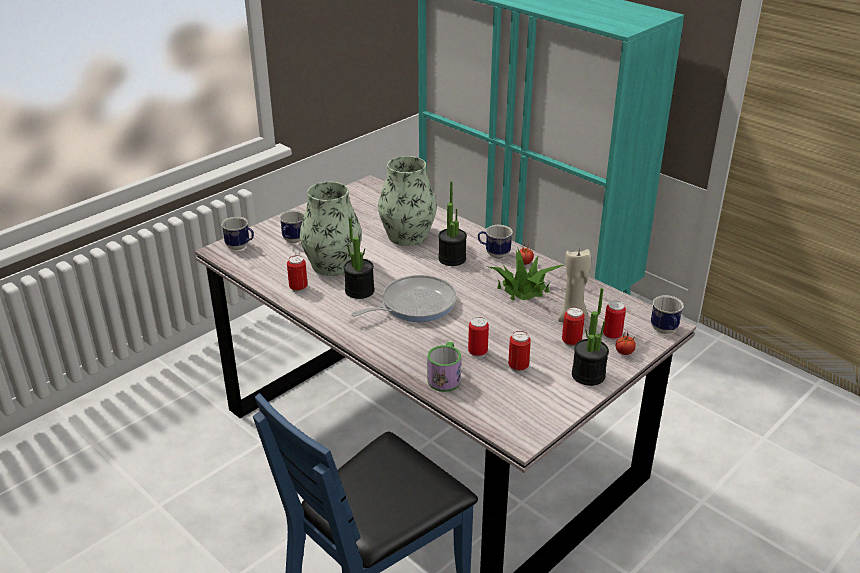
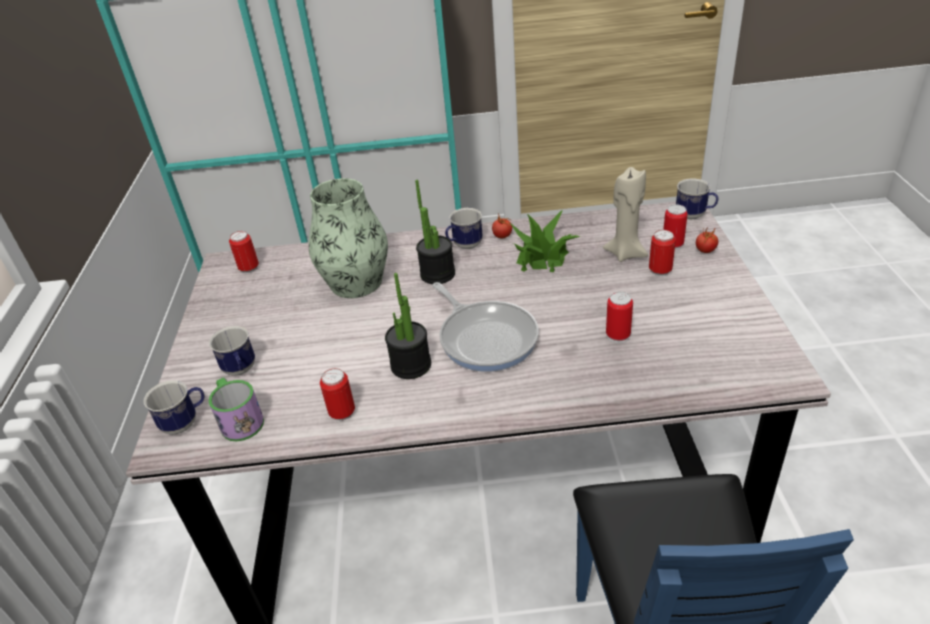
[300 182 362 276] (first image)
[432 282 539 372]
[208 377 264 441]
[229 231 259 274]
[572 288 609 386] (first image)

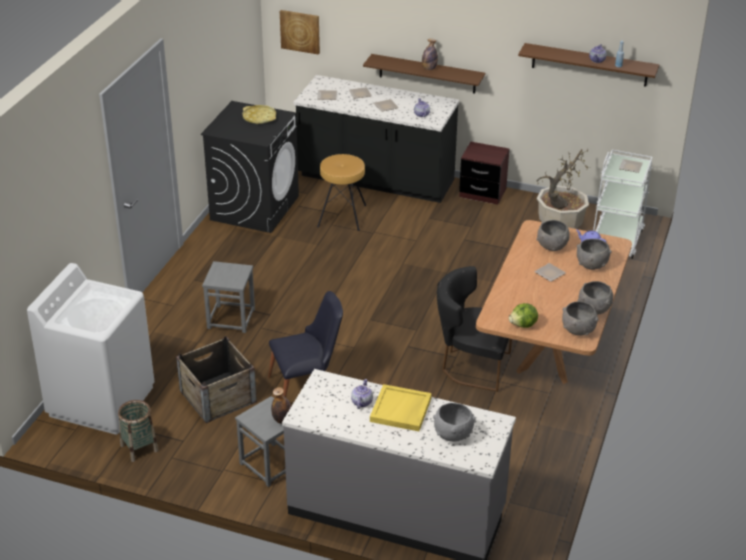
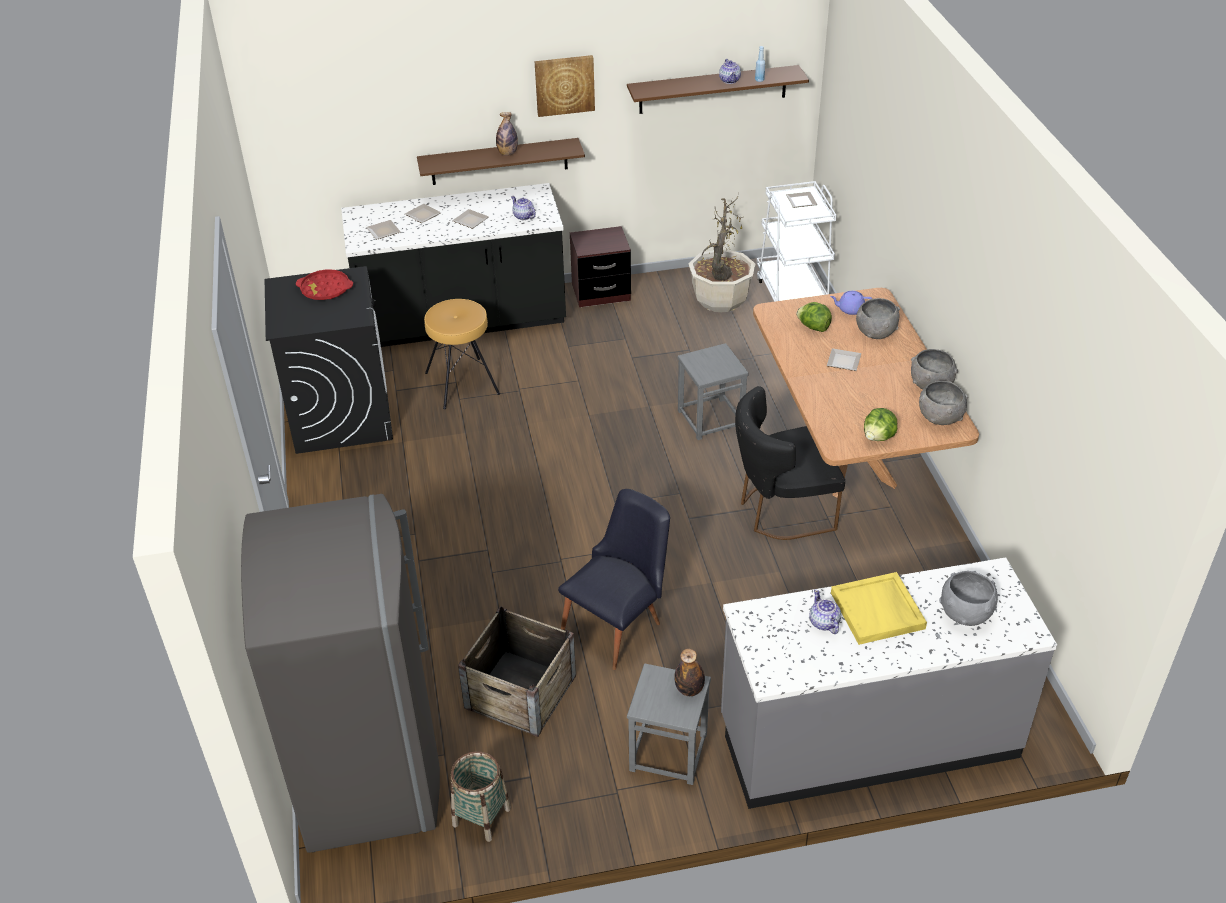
[241 494 440 853]
[678 343 749 440]
[296 269 353 300]
[534 55 595 117]
[796 302 832 332]

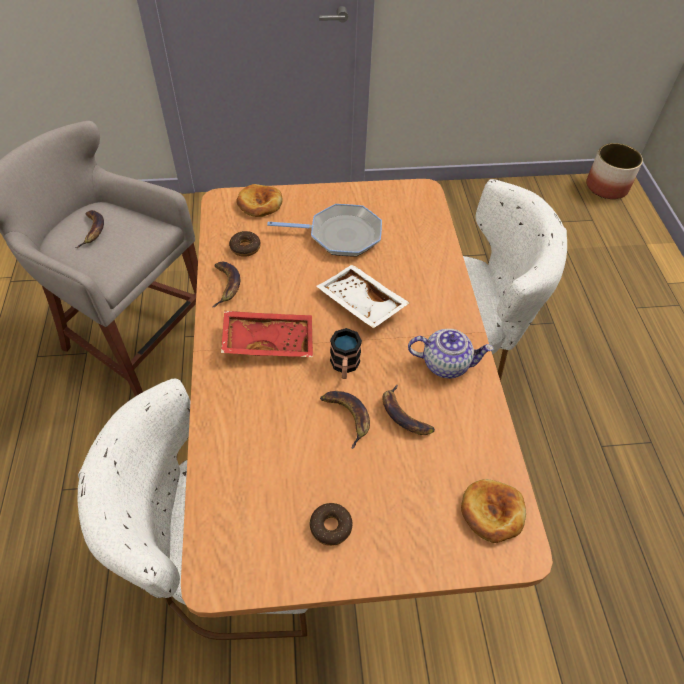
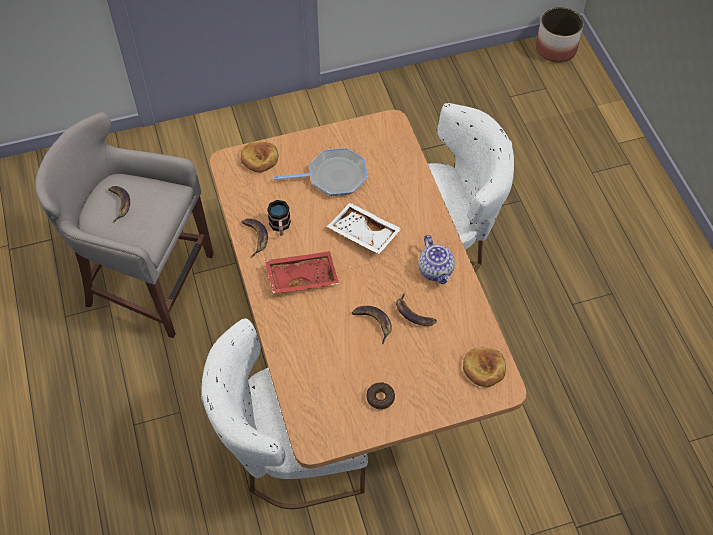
[229 231 261 257] (first image)
[267 200 291 236]
[418 235 455 284]

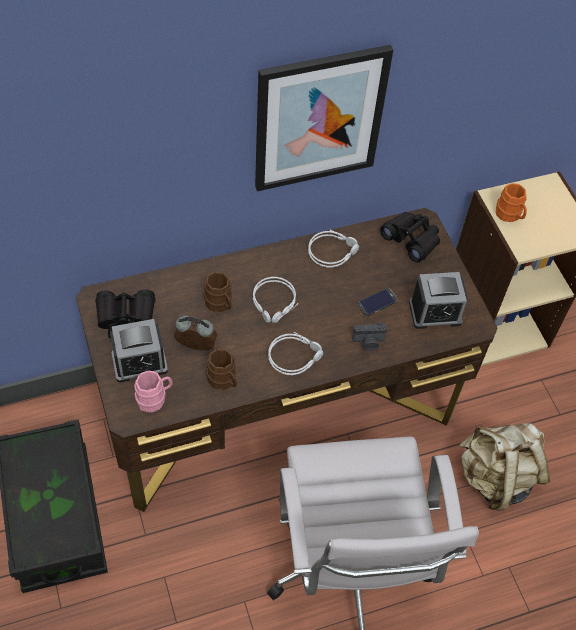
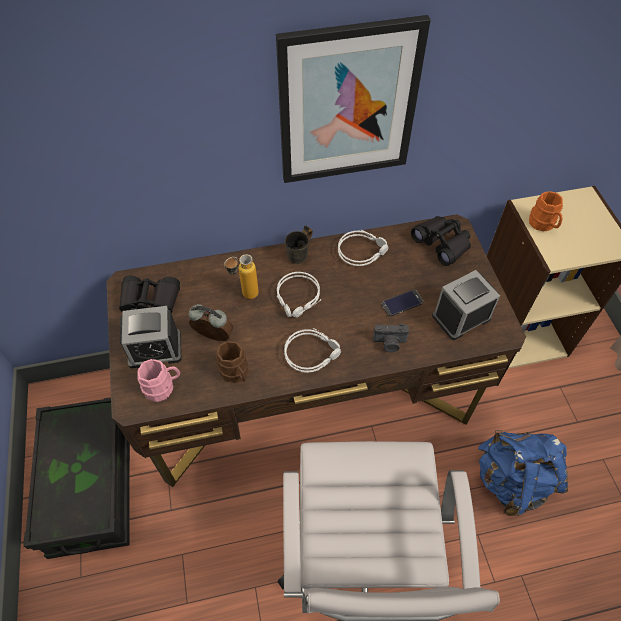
[224 254 259 299]
[432 270 500 340]
[478 430 568 516]
[285 225 313 264]

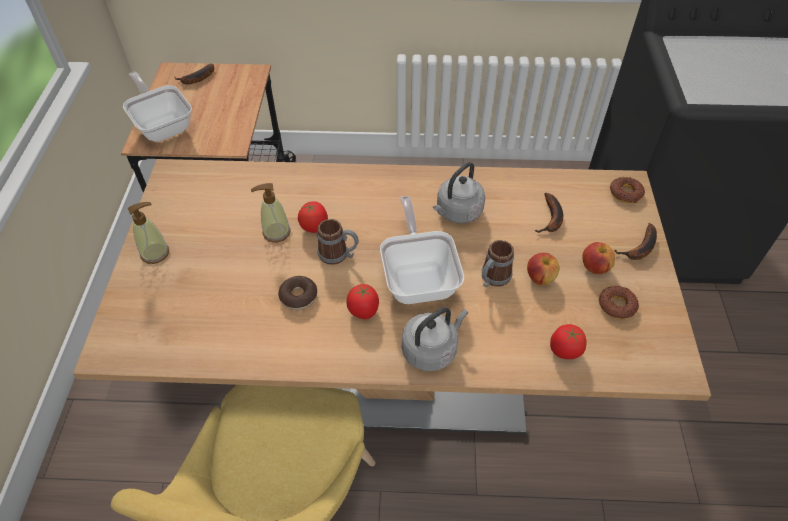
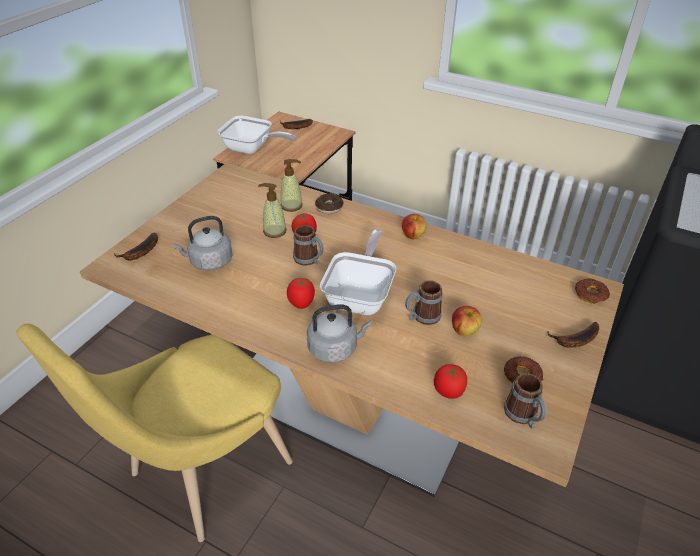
[217 116 296 154]
[281 159 303 212]
[315 193 344 214]
[172 216 232 271]
[114 233 158 260]
[402 214 427 239]
[504 373 547 428]

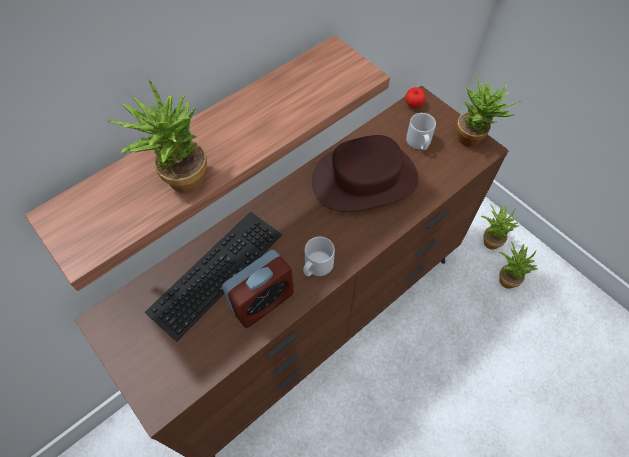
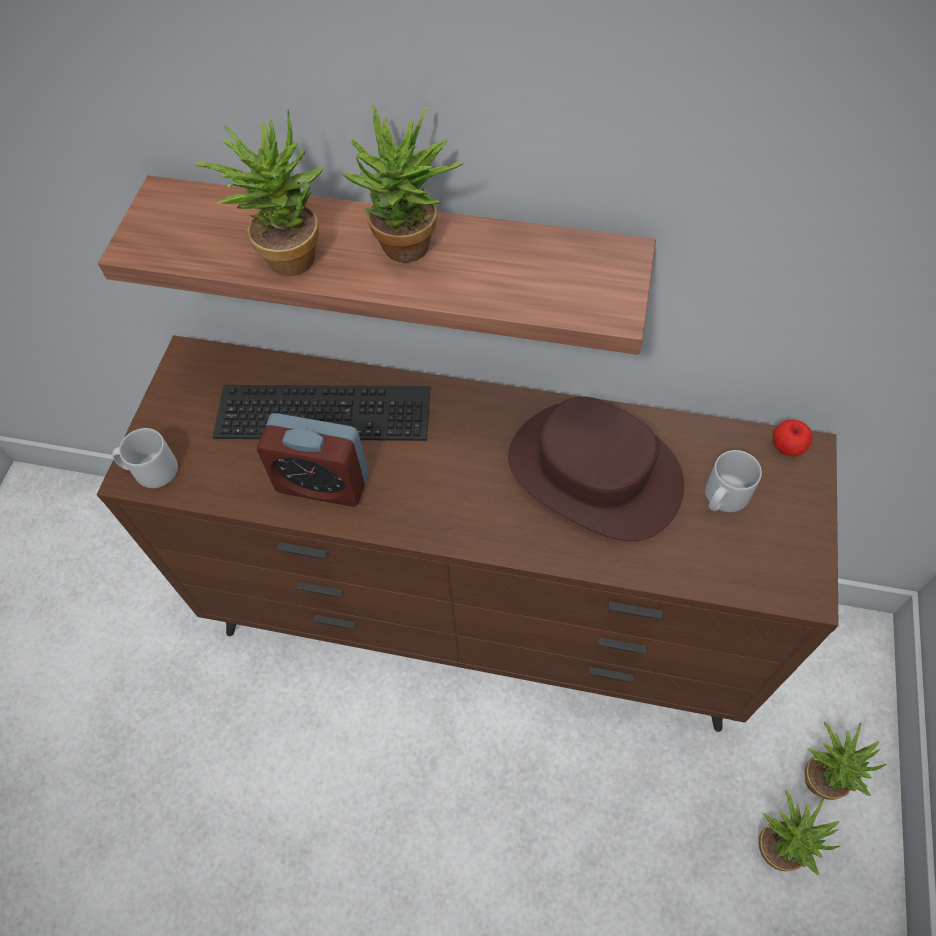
[112 428 178 488]
[341 105 464 263]

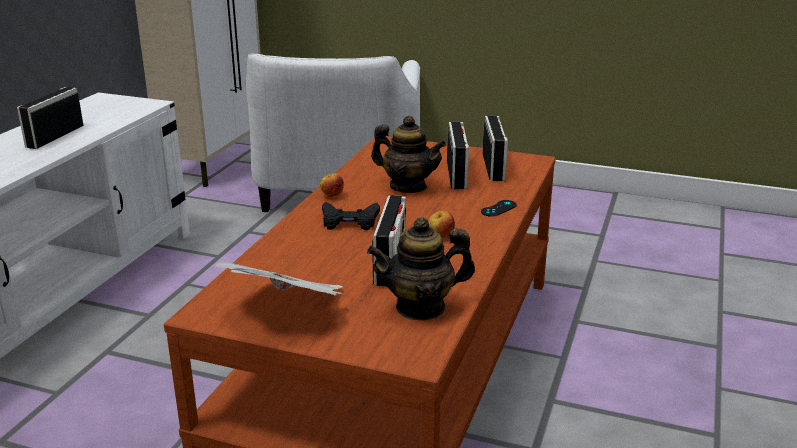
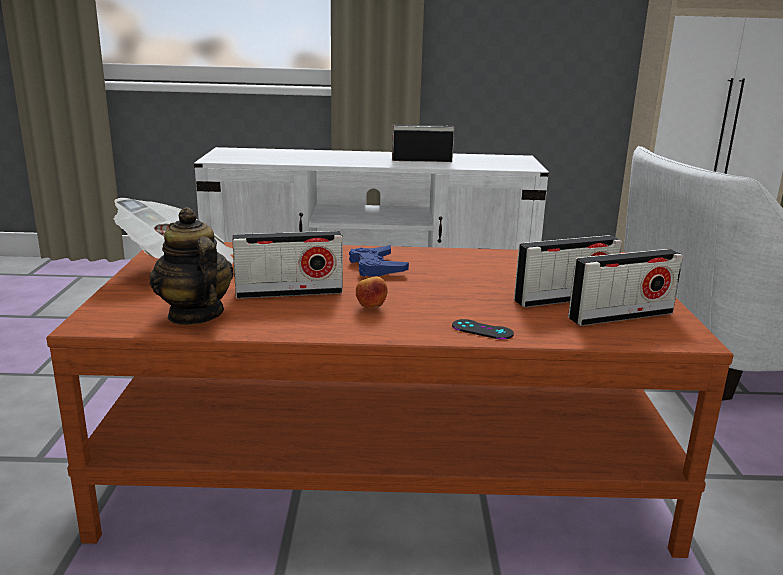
[320 173 344 197] (first image)
[349 245 409 277]
[371 116 446 193] (first image)

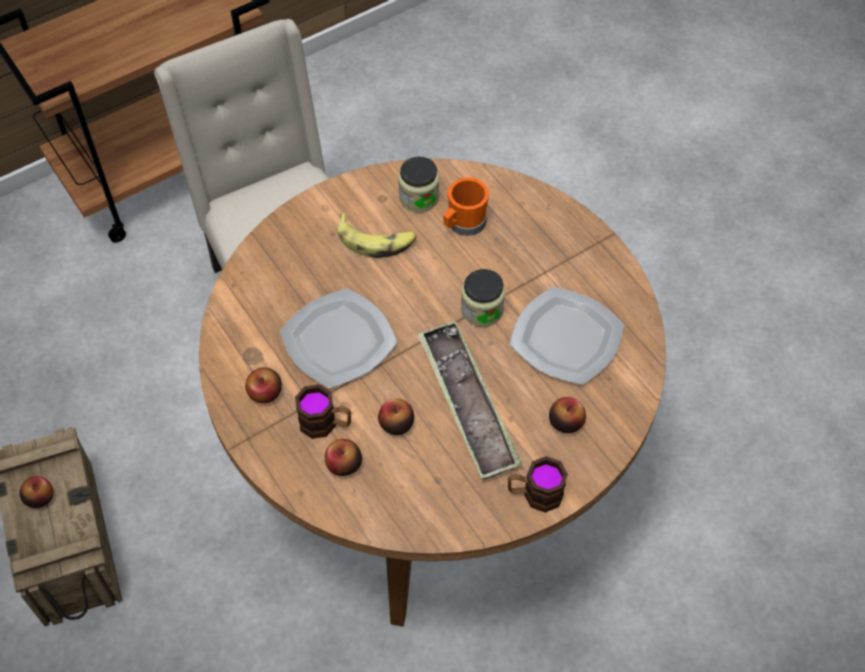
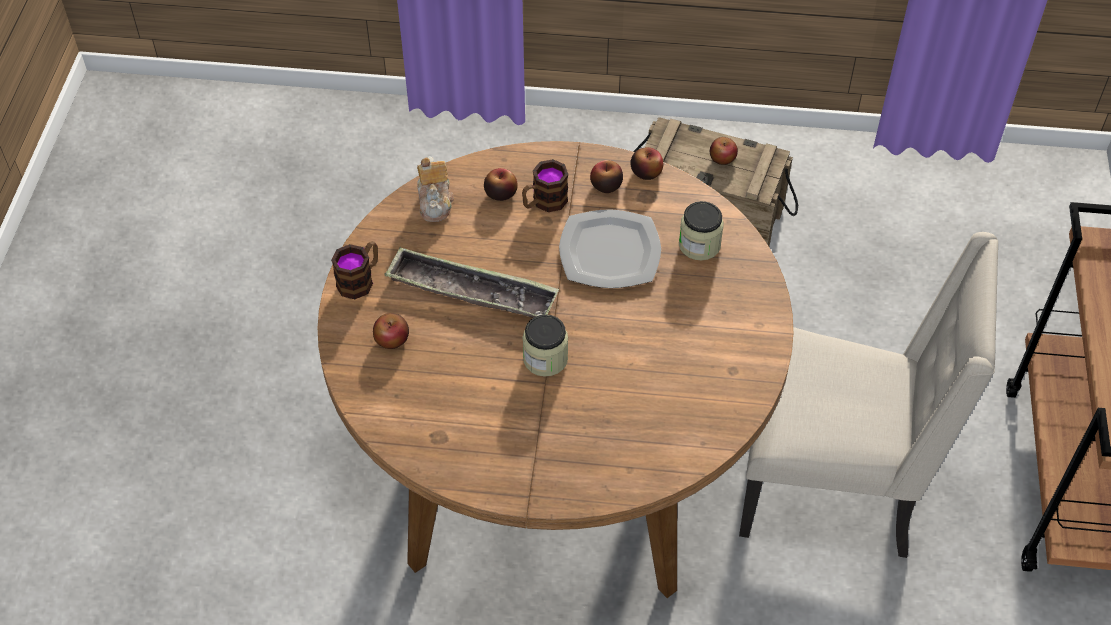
[337 212 417 258] (first image)
[630 147 663 180]
[679 201 724 261]
[443 177 489 236] (first image)
[509 286 625 385] (first image)
[417 156 454 222]

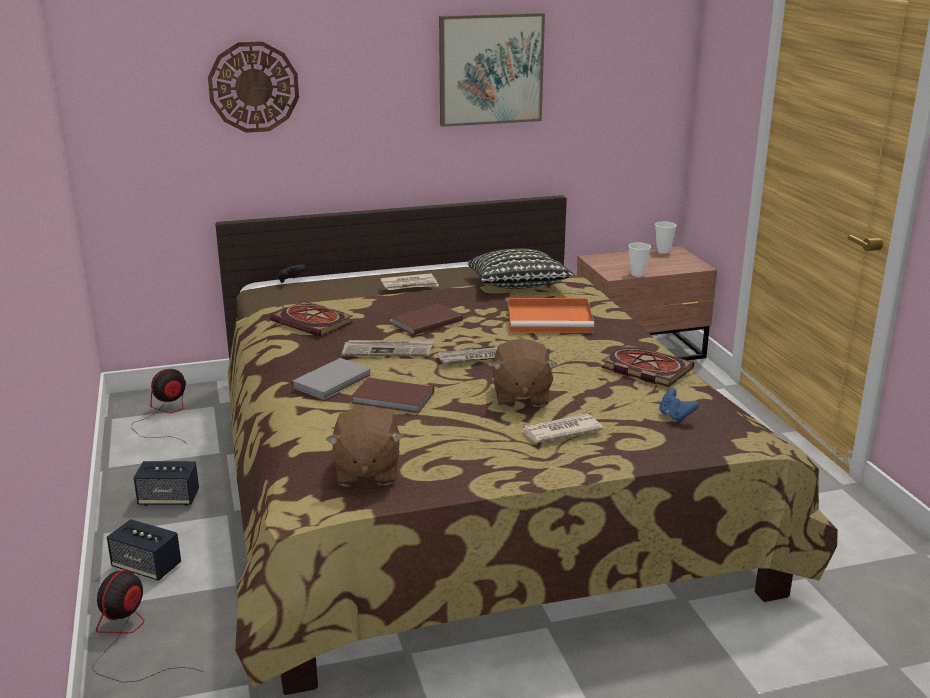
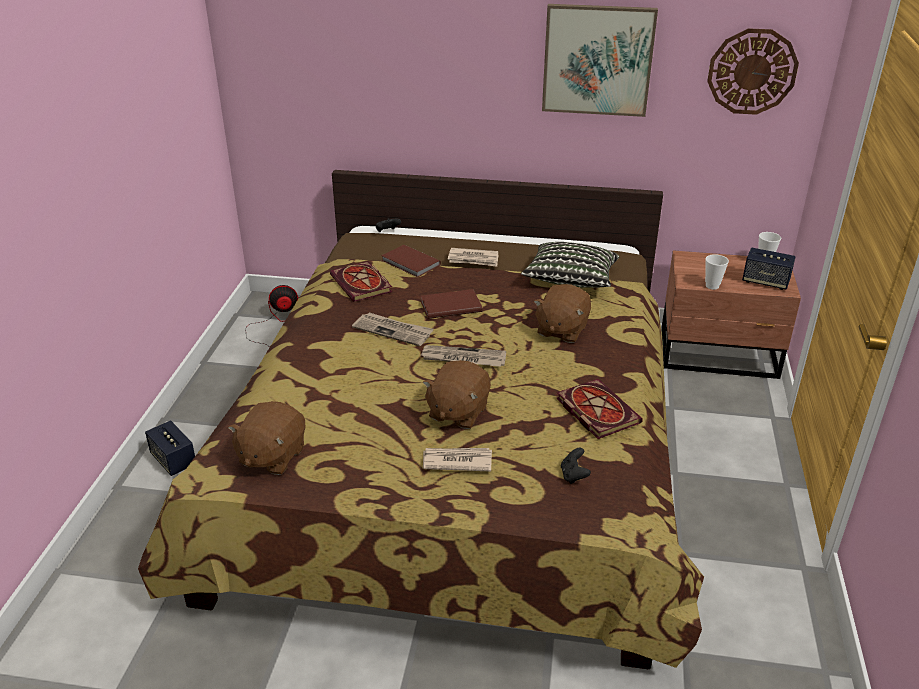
[92 570 203 683] (first image)
[742 248 796 290]
[707 28 799 115]
[291 358 372 400] (first image)
[381 245 441 277]
[534 284 591 343]
[561 448 591 484]

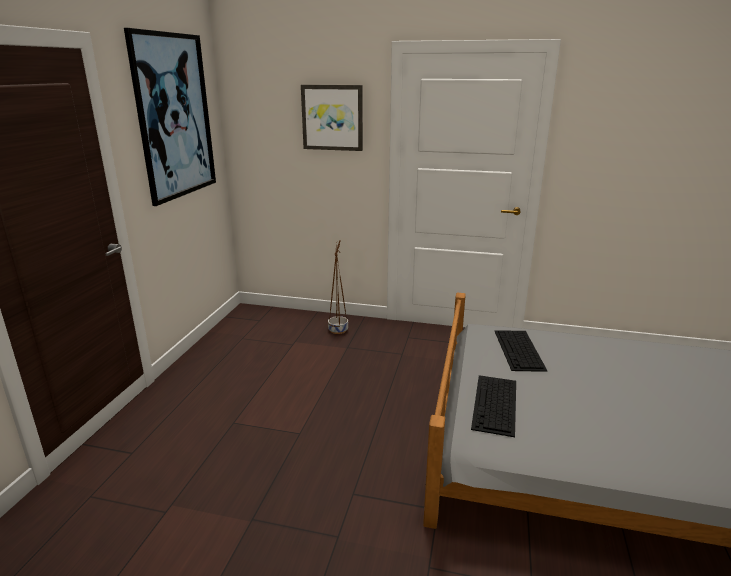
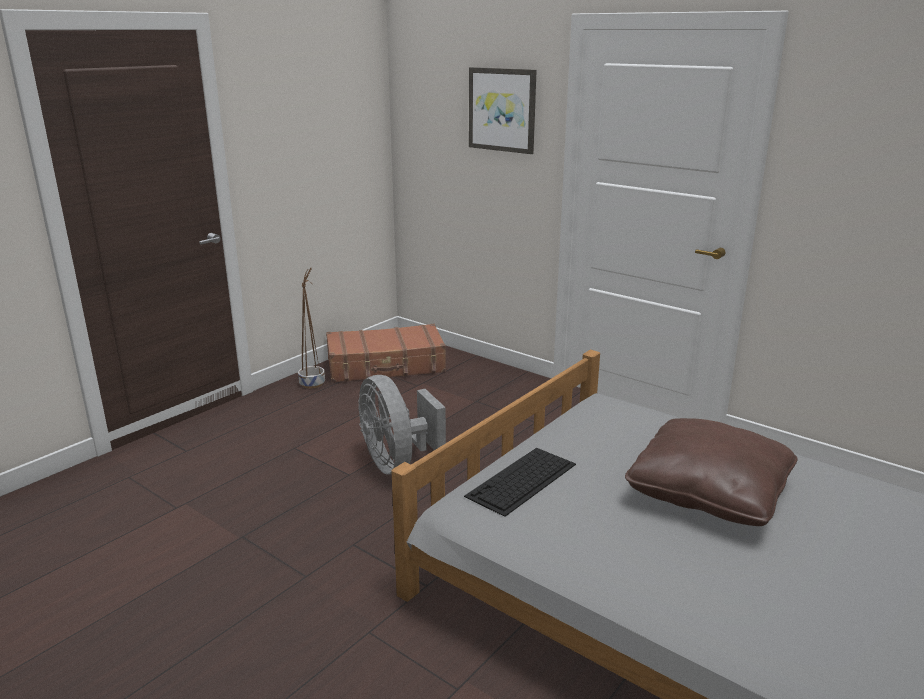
[124 28 216 206] (first image)
[298 268 325 389]
[495 330 547 372] (first image)
[326 324 446 383]
[358 375 446 475]
[625 418 798 526]

